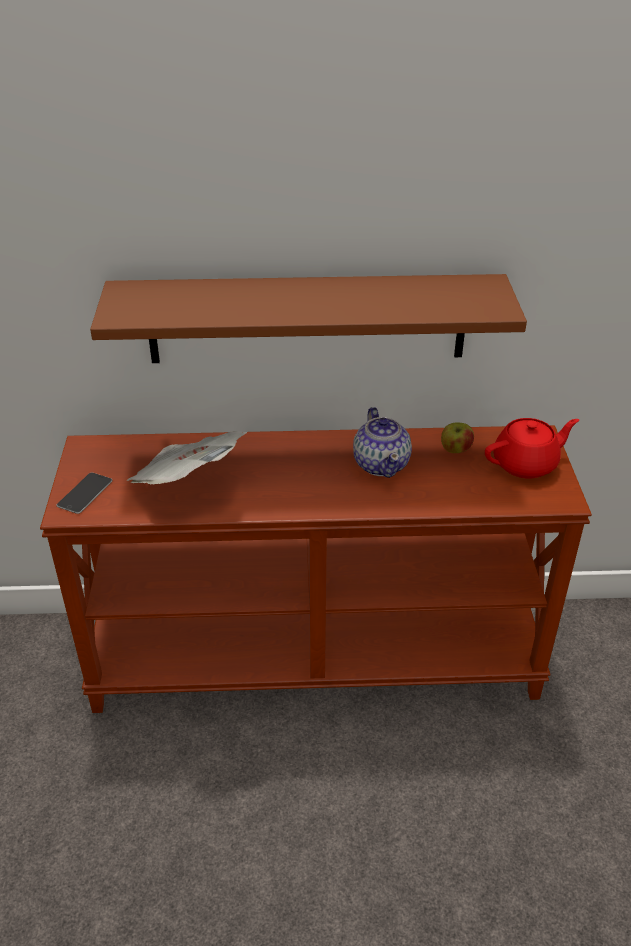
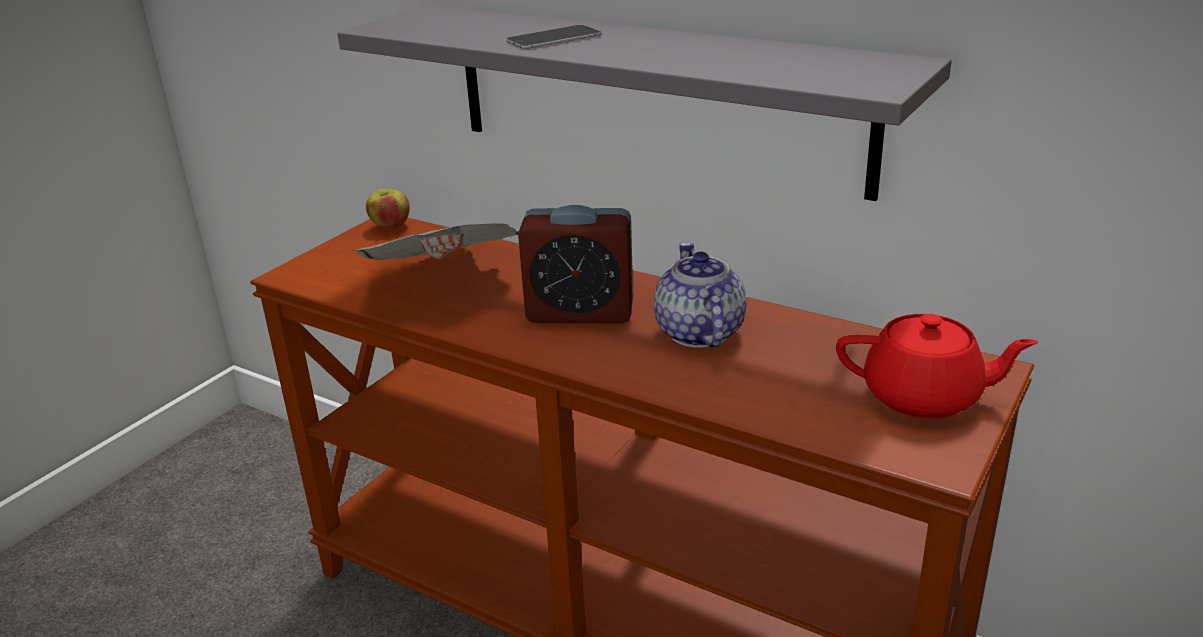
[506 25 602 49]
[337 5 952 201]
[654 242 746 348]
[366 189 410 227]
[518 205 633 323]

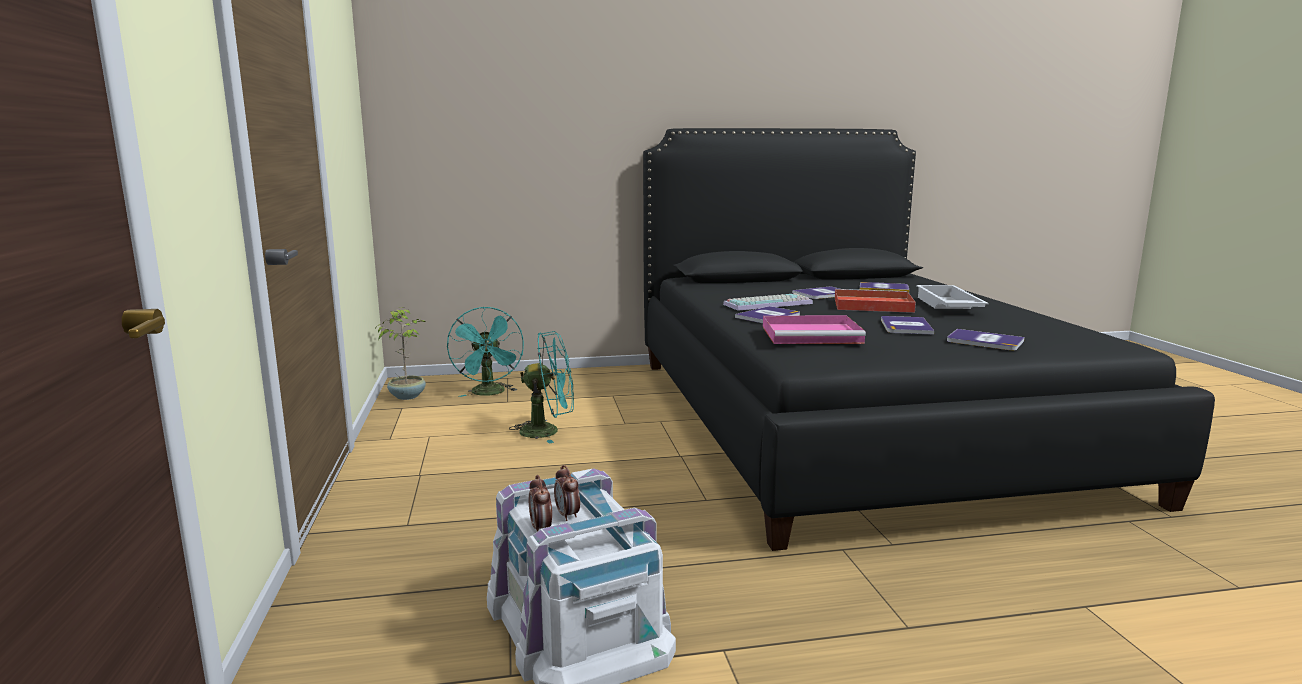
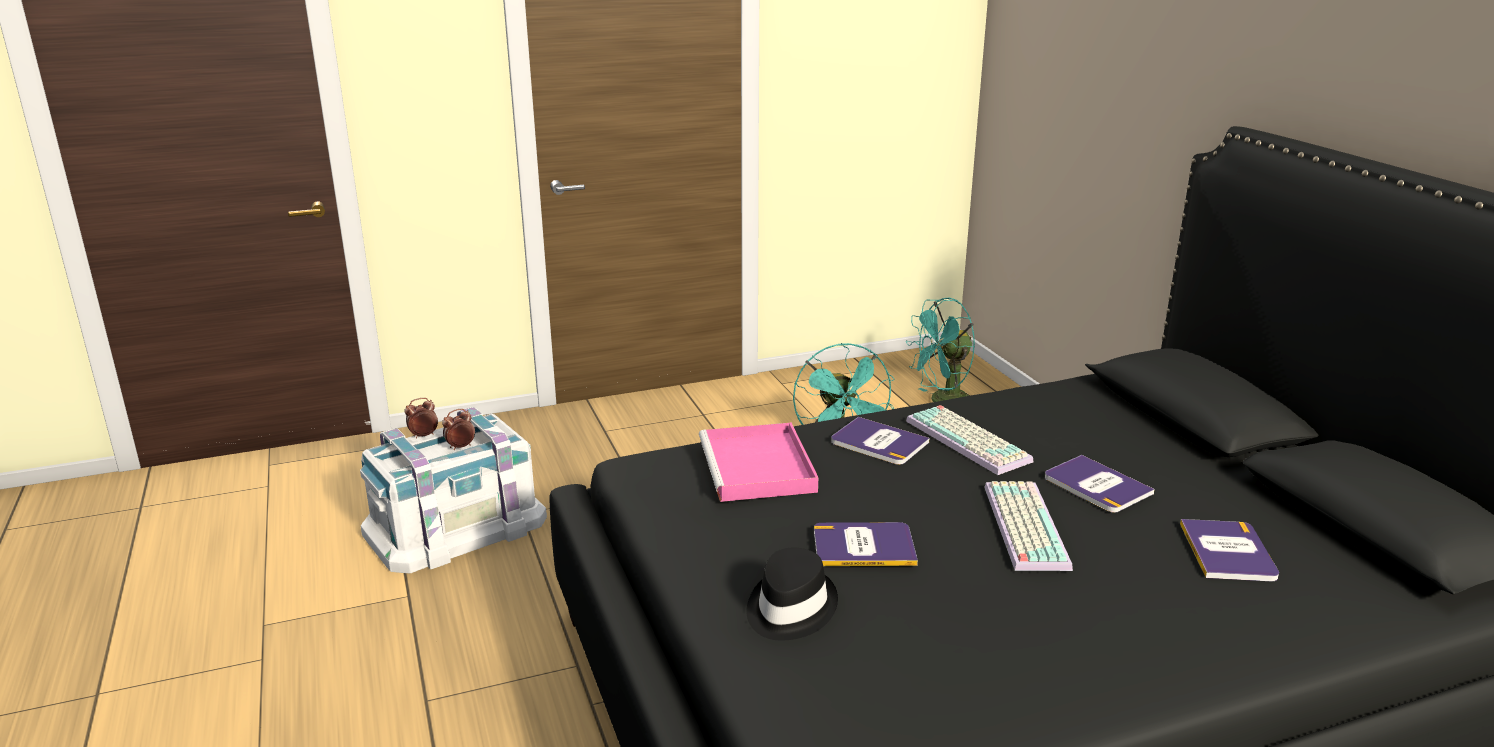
[375 307 426 400] (first image)
[984 481 1073 571]
[916 285 988 309] (first image)
[746 548 838 641]

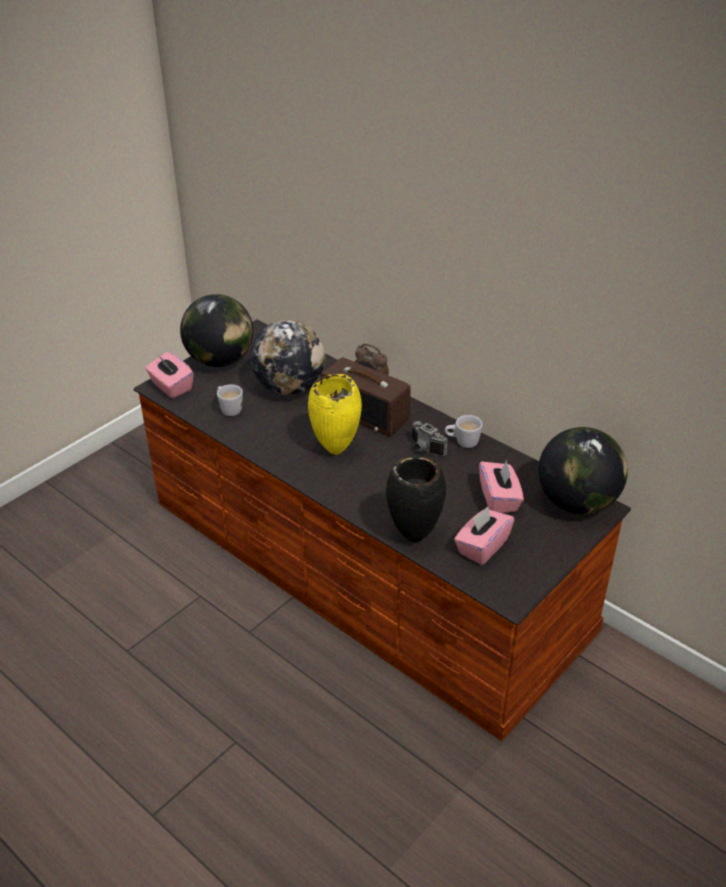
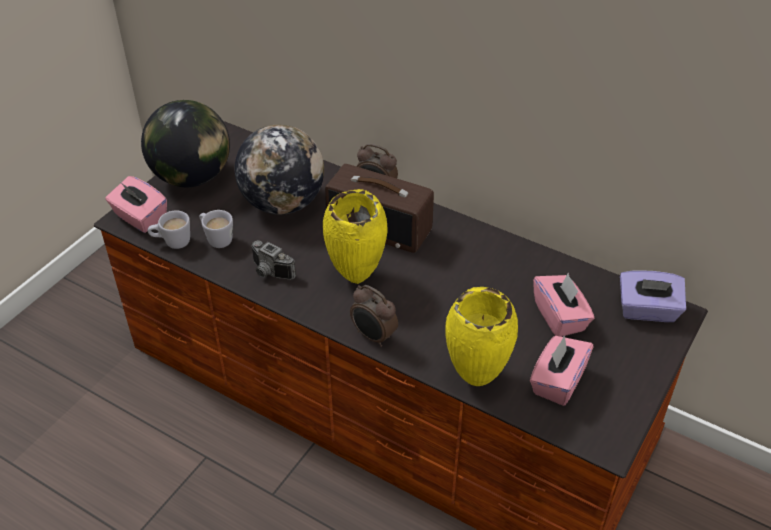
[445 287 518 386]
[251 240 296 280]
[148 210 190 249]
[620 270 686 322]
[350 285 398 347]

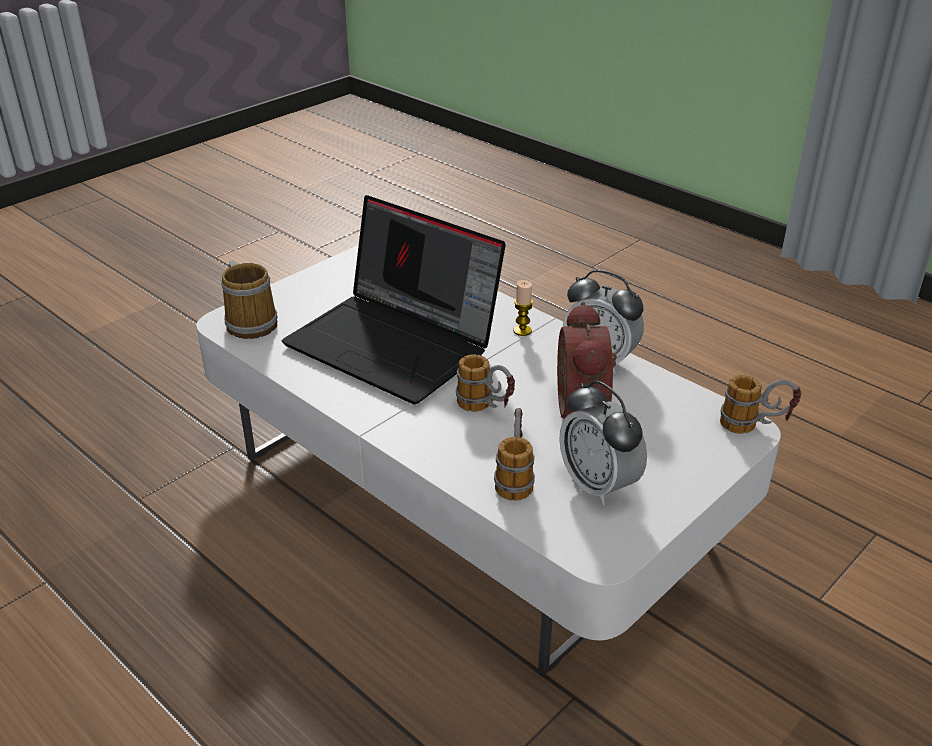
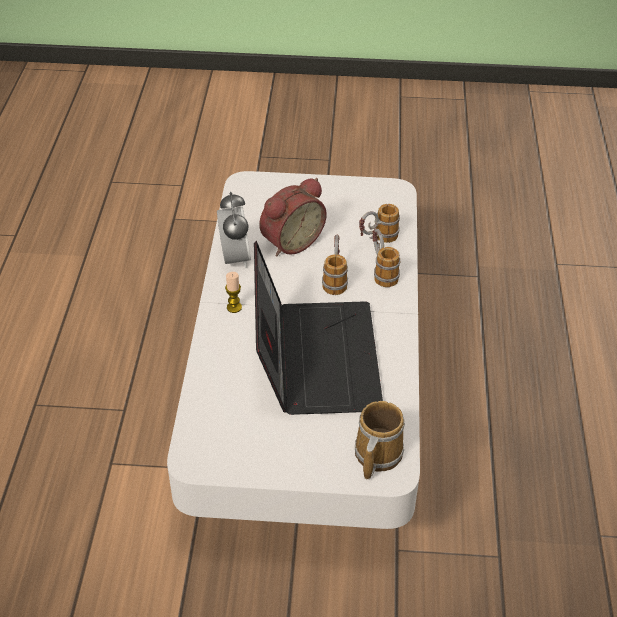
[559 380 647 505] (first image)
[373 228 400 287]

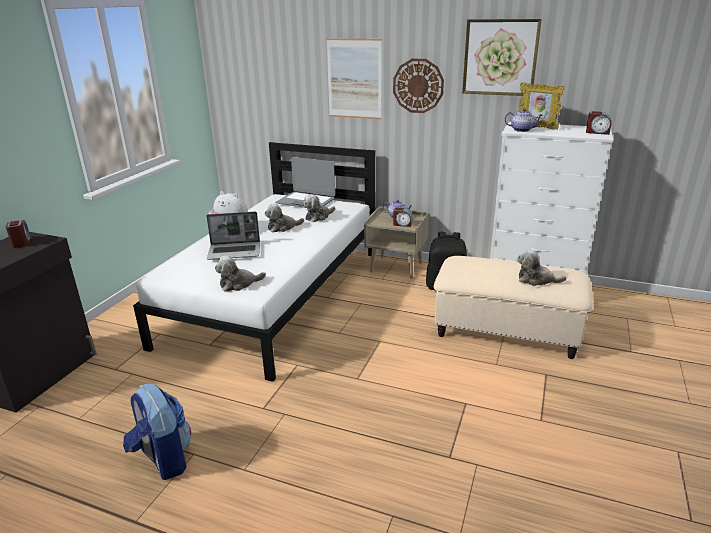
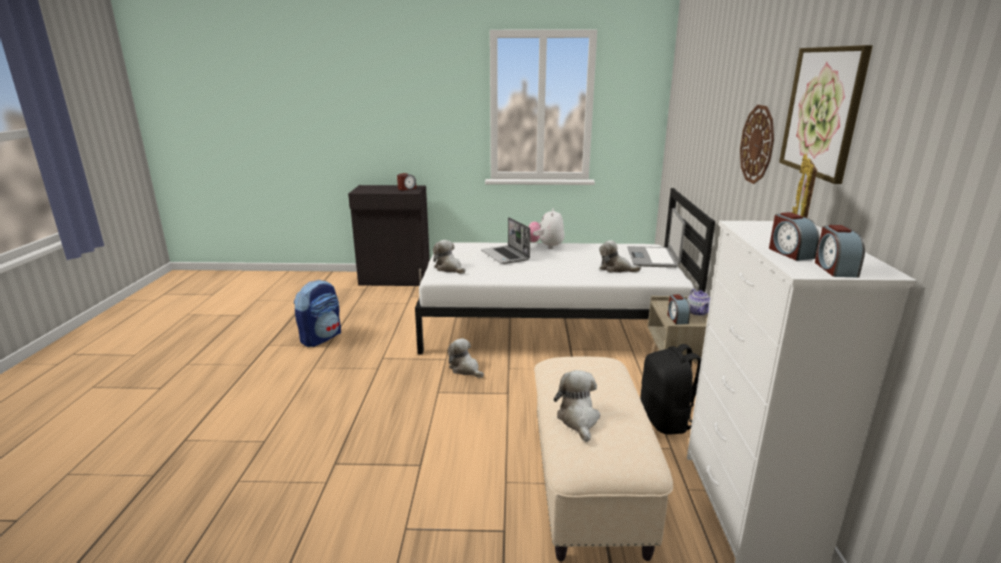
[448 339 484 378]
[326 38 382 119] (first image)
[504 108 542 132] (first image)
[769 212 820 261]

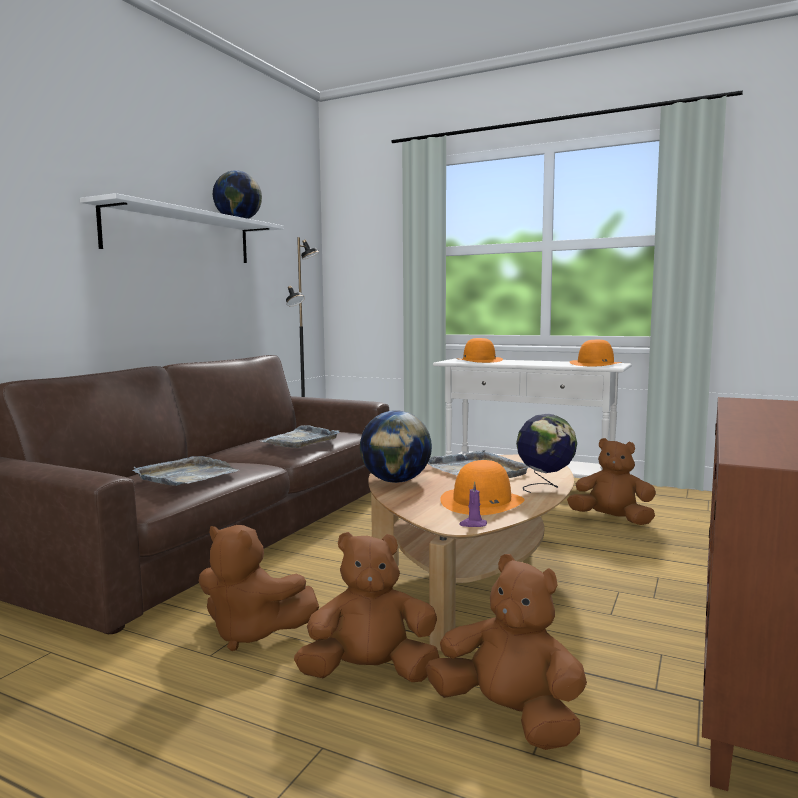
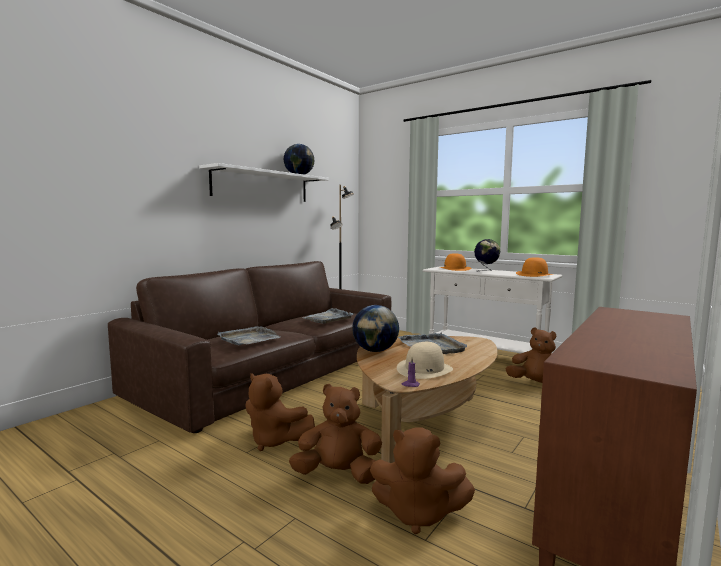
[370 428 475 534]
[397 342 453 379]
[474 239 500 272]

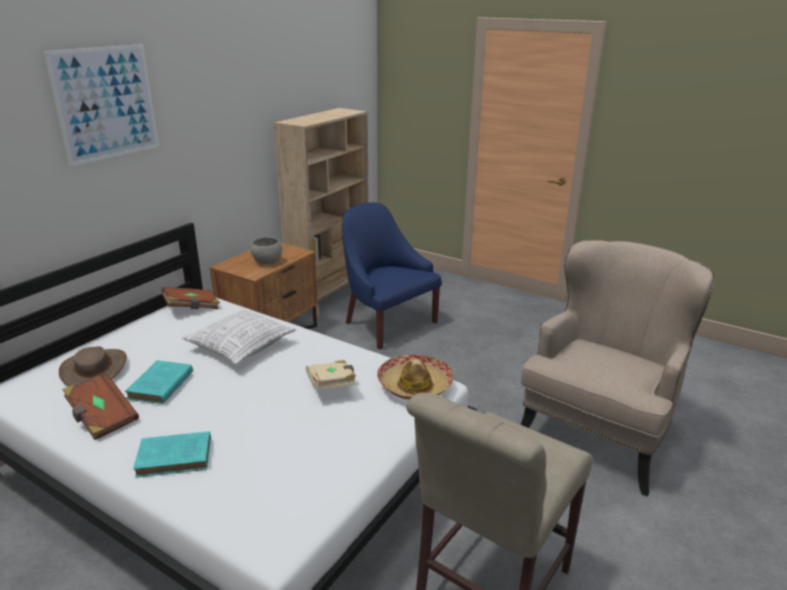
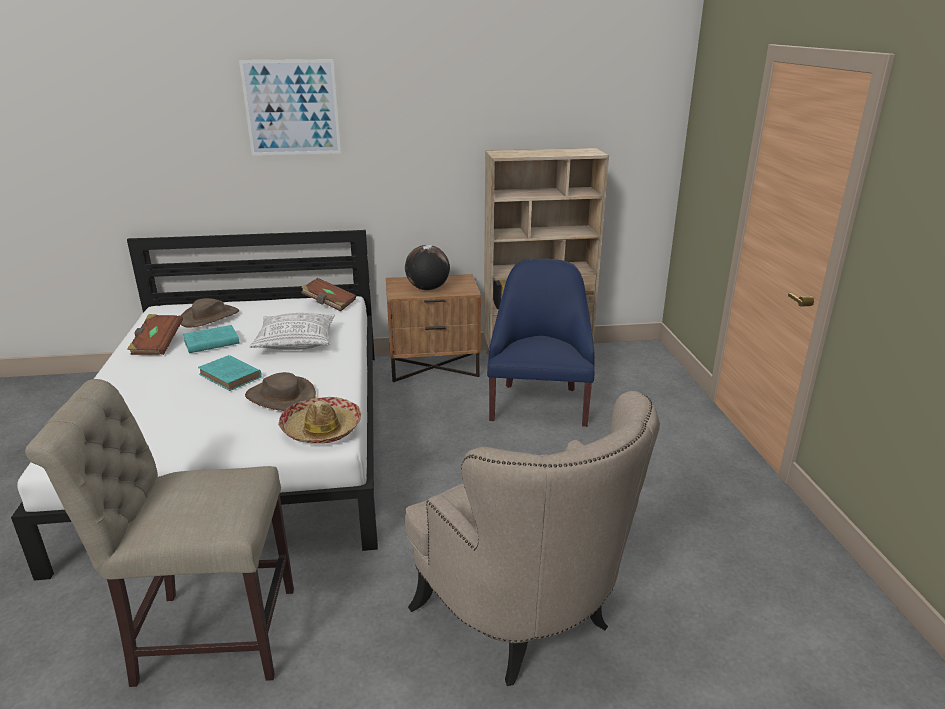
[198 355 262 391]
[405 245 450 290]
[245 372 316 411]
[405 391 660 686]

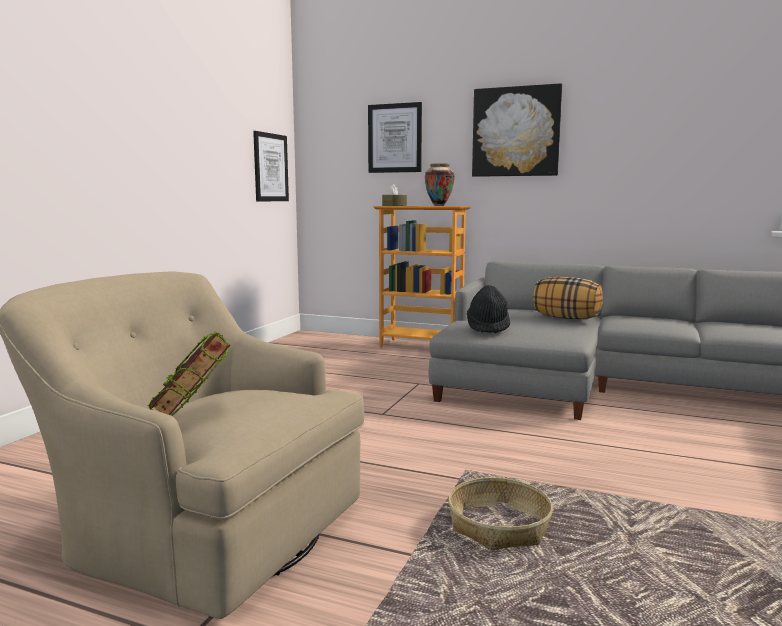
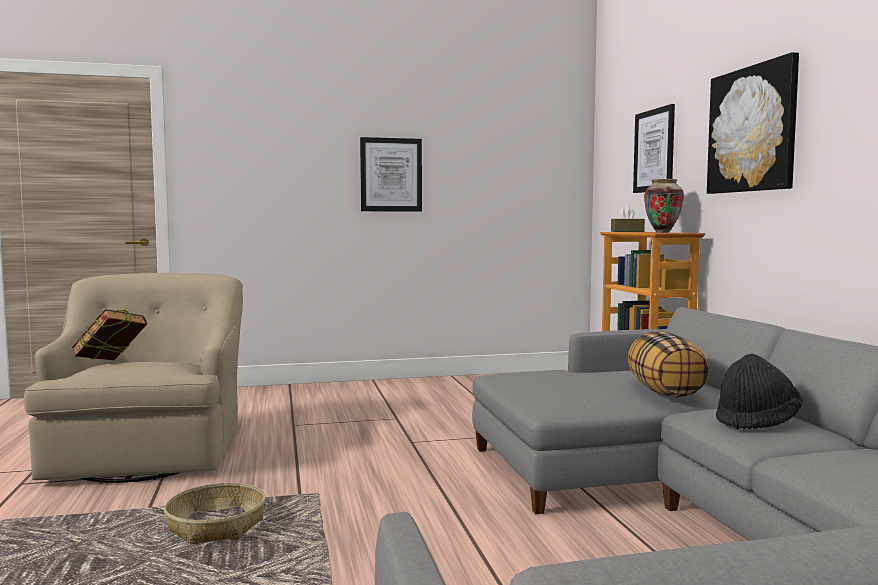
[360 137 422 212]
[716 354 803 429]

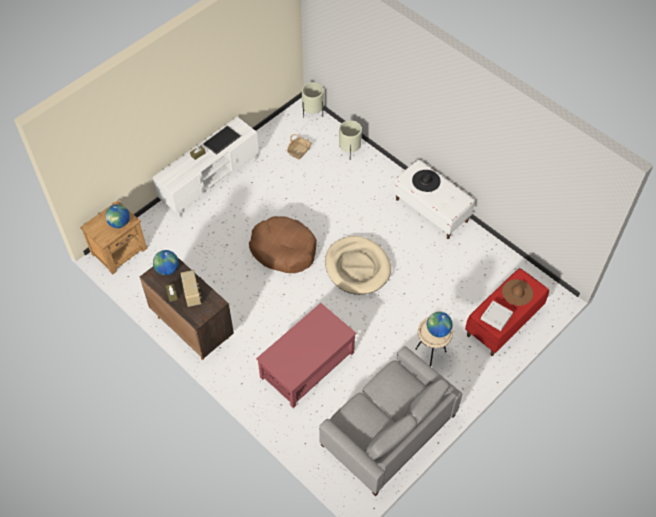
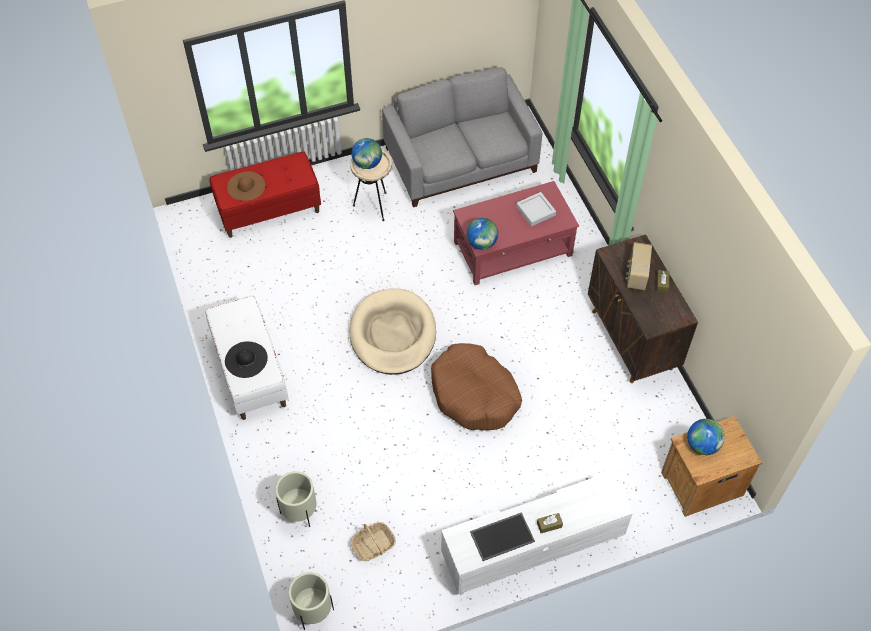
[467 218 498 250]
[516 192 556 226]

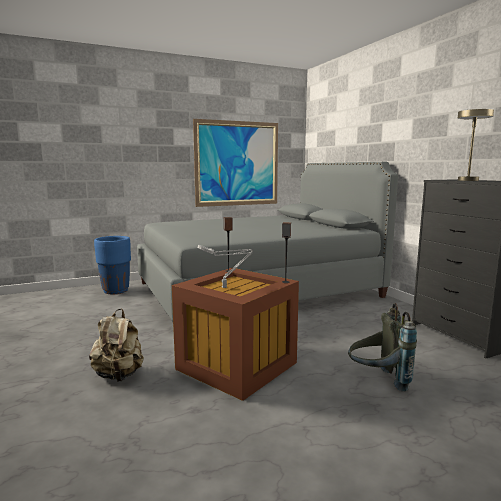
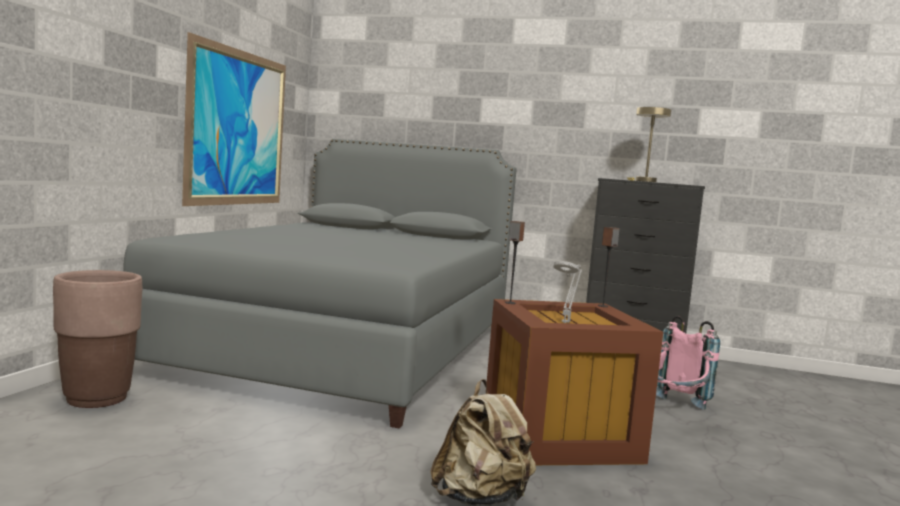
[53 270 142 408]
[656 316 720 410]

